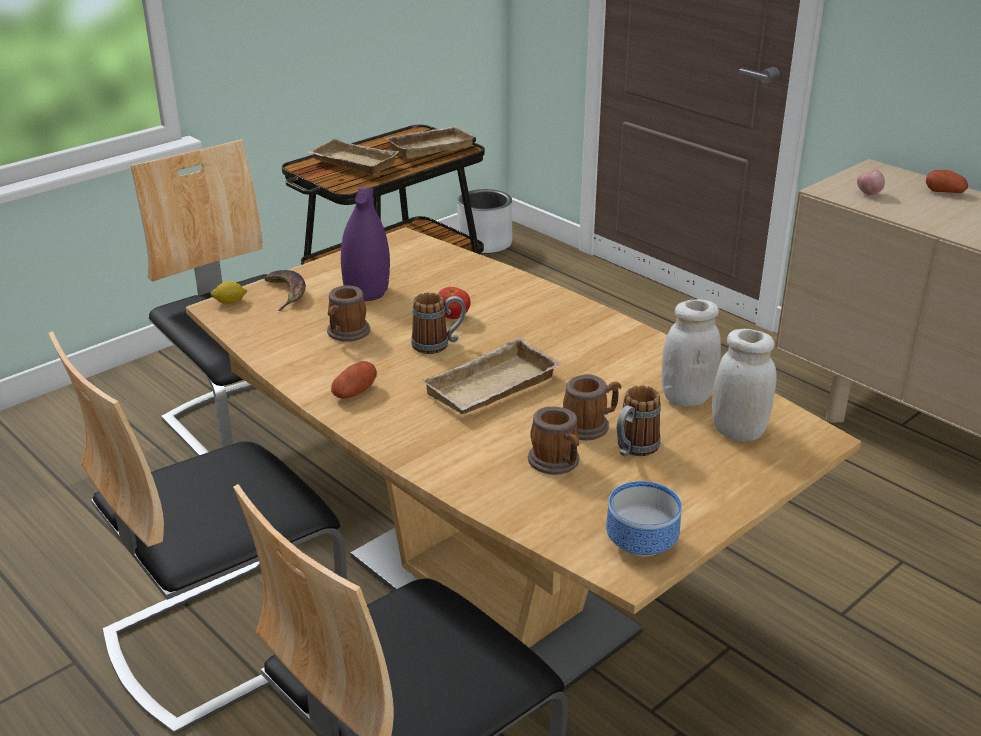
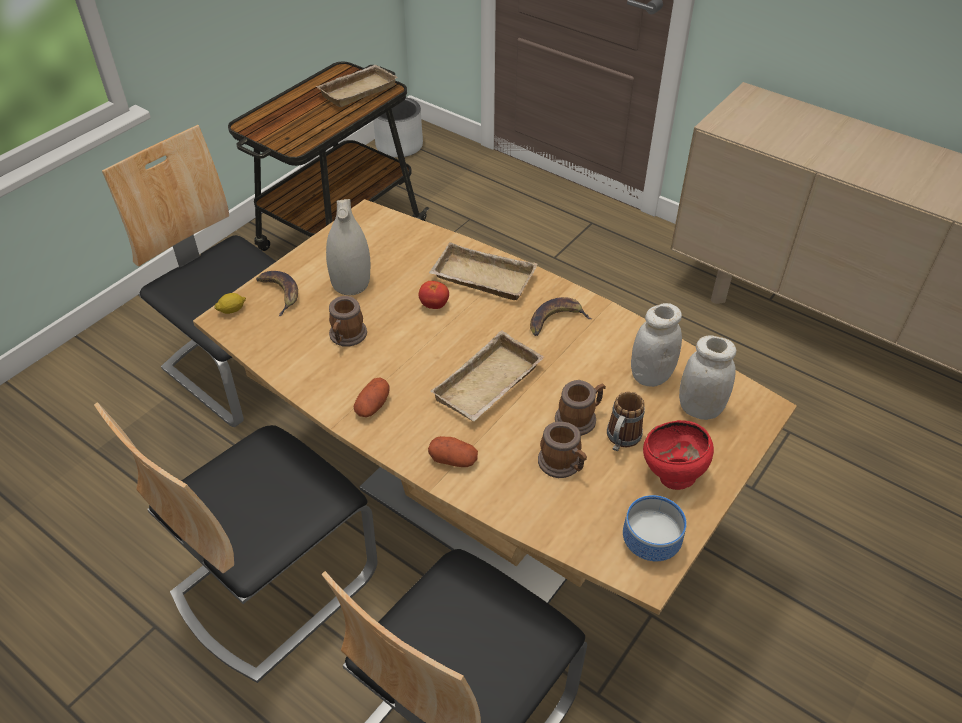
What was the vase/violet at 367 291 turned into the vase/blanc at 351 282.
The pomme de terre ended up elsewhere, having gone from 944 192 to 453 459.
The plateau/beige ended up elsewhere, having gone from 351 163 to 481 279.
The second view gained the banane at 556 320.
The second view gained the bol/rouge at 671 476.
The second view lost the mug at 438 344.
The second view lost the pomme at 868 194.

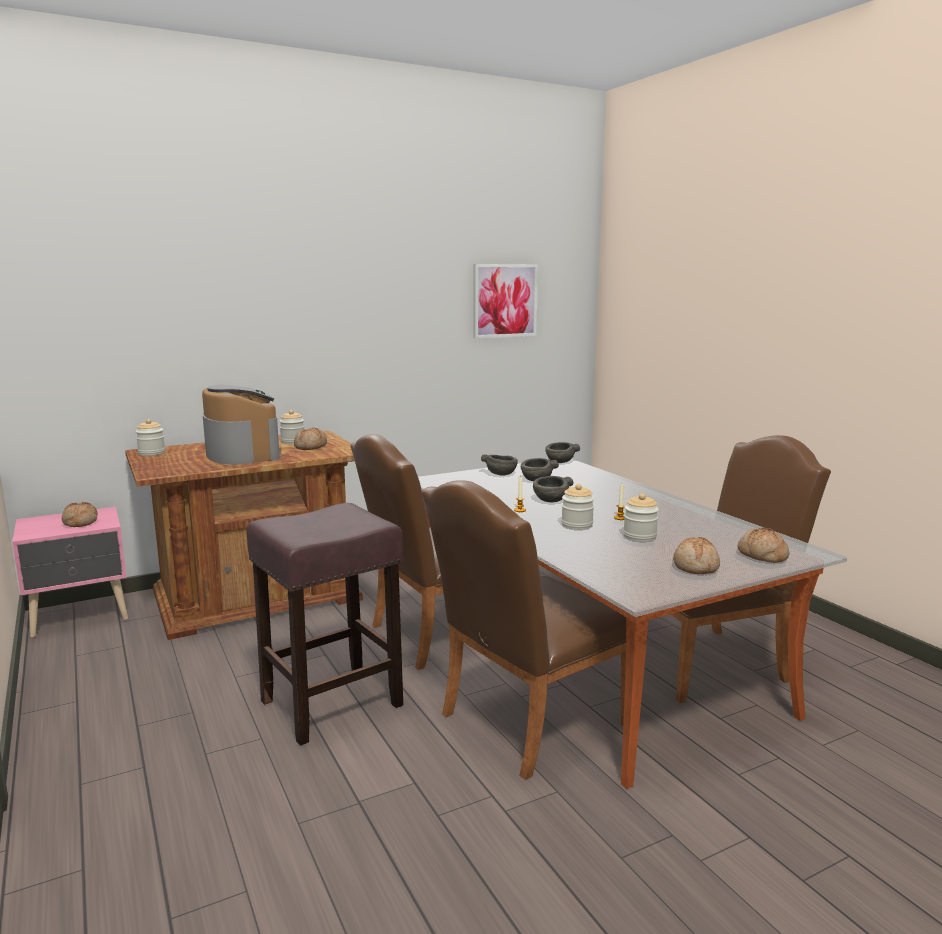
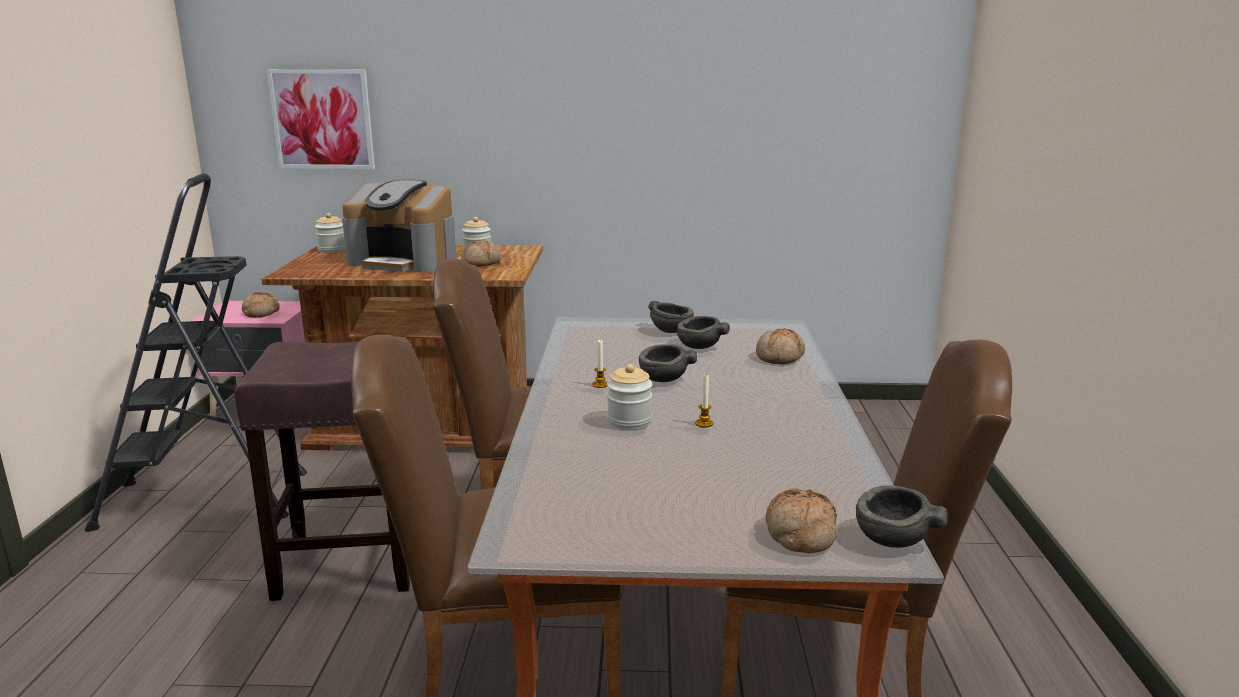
The second view gained the escabeau at 206 499.
The tableau ended up elsewhere, having gone from 505 301 to 322 119.
The machine à café at 242 453 ended up facing another way, 105 degrees clockwise from before.
The pain ended up elsewhere, having gone from 696 566 to 780 357.
The bol/gris ended up elsewhere, having gone from 560 462 to 891 539.
The second view lost the bocal at 639 536.

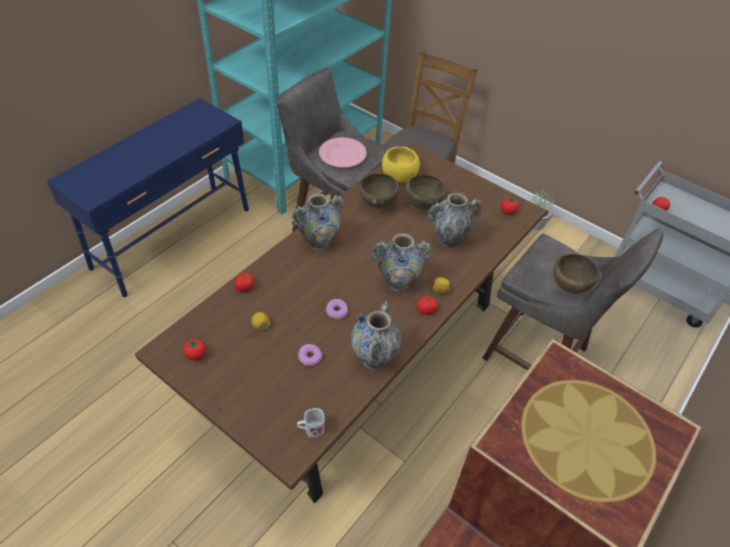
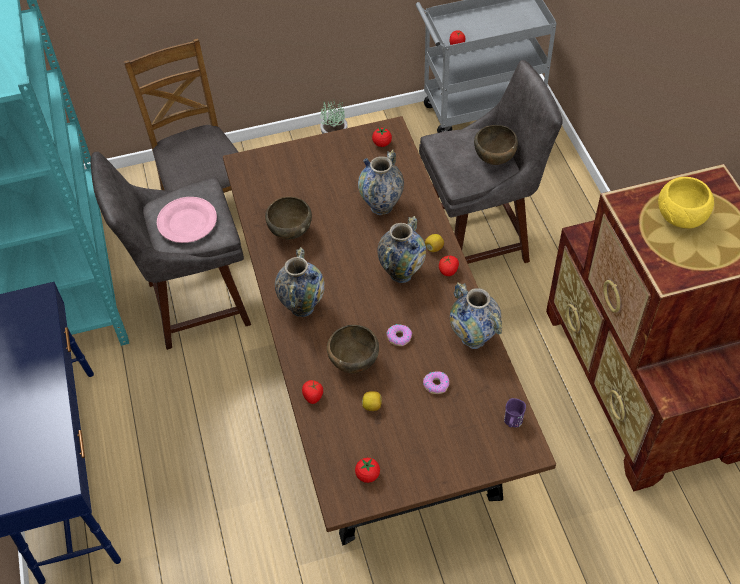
The bol/marron ended up elsewhere, having gone from 422 206 to 353 363.
What was the mug/blanc at 311 429 turned into the mug/violet at 512 422.
The bol/jaune ended up elsewhere, having gone from 399 176 to 681 216.

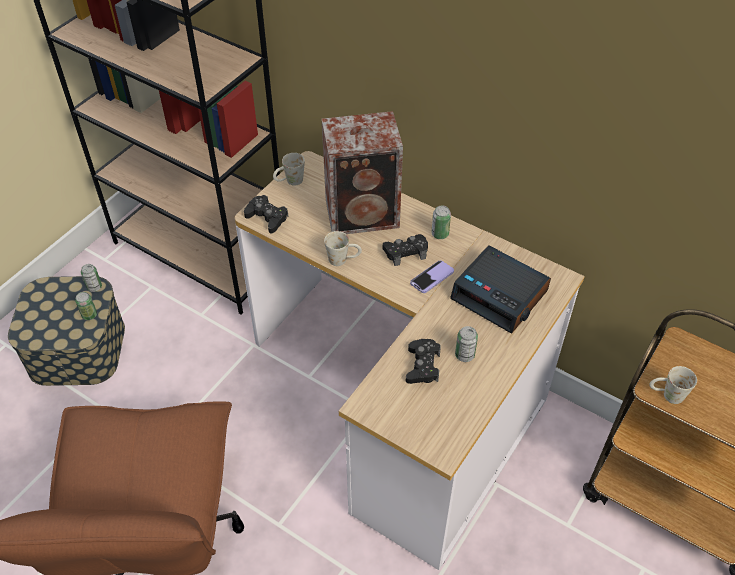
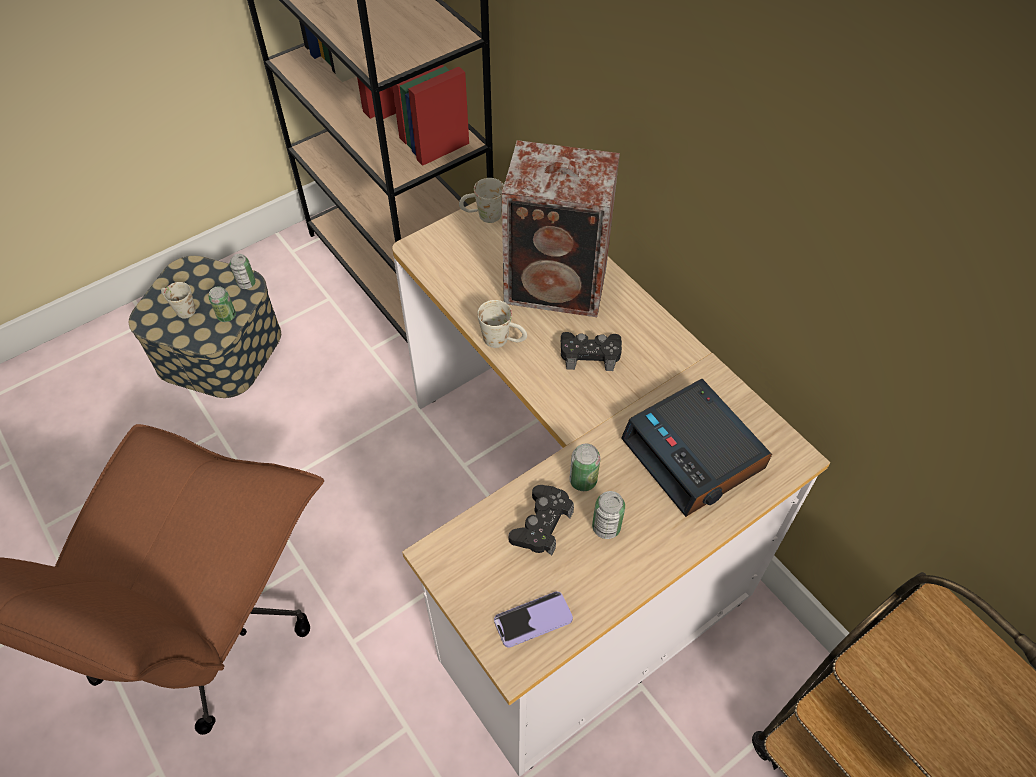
The mug/blanc ended up elsewhere, having gone from 666 395 to 181 309.
The téléphone ended up elsewhere, having gone from 432 278 to 533 620.
The boîte métallique ended up elsewhere, having gone from 440 234 to 583 480.
The second view lost the manette/noir at 267 217.

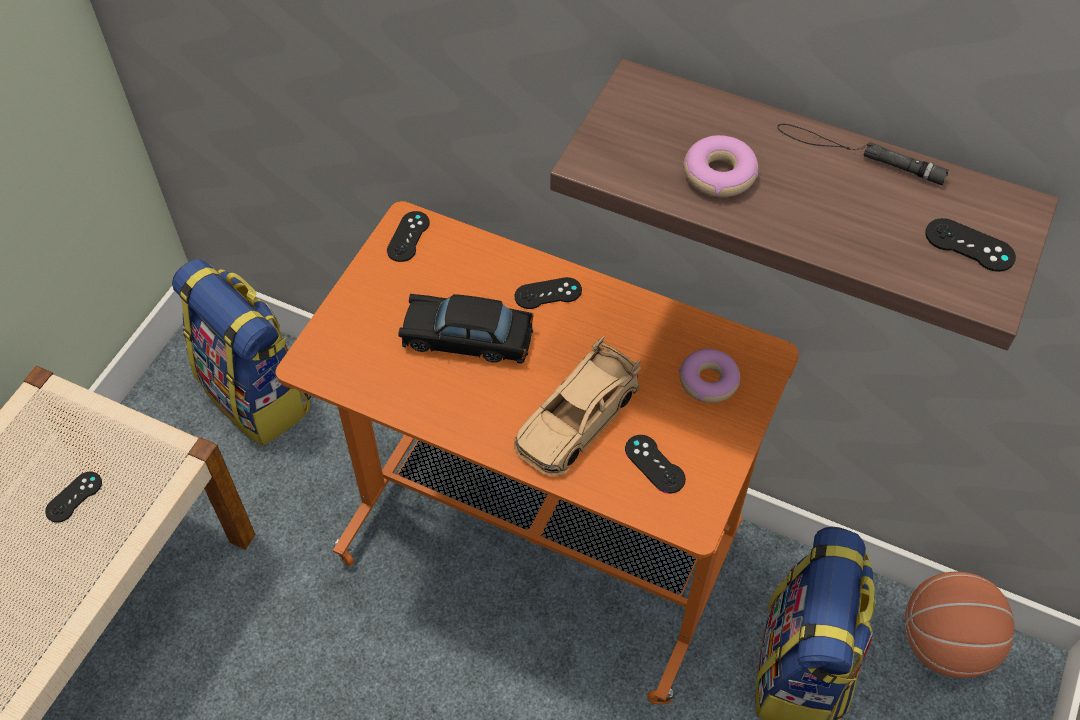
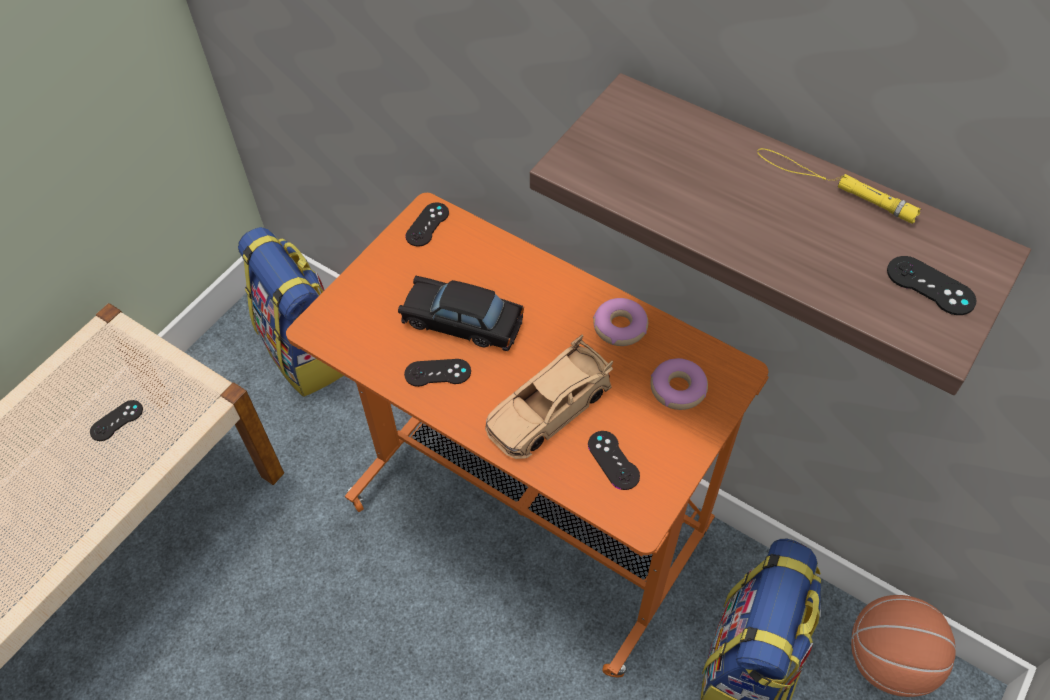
The manette/noir ended up elsewhere, having gone from 548 293 to 437 373.
The beignet ended up elsewhere, having gone from 719 174 to 619 327.
What was the lampe de poche/noir at 859 154 turned into the lampe de poche/jaune at 833 185.

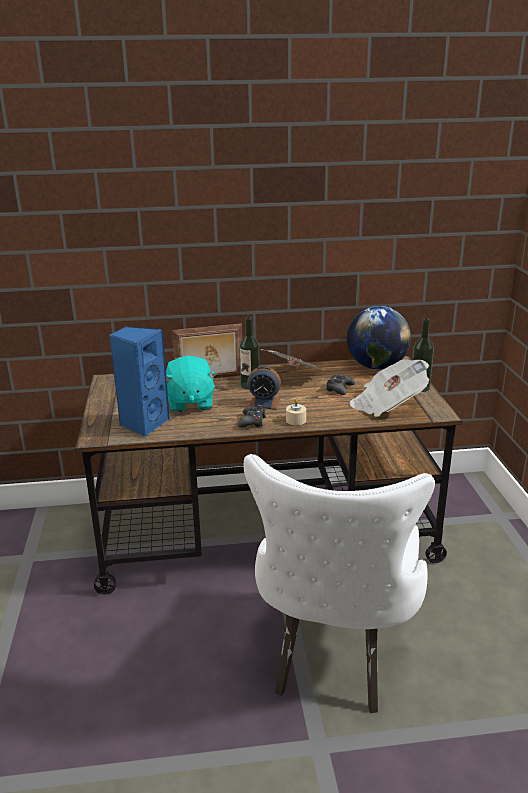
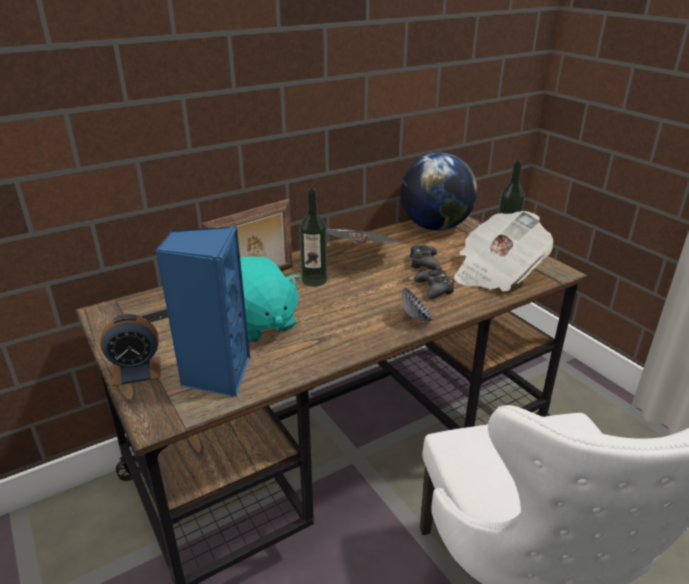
The réveil ended up elsewhere, having gone from 264 403 to 136 371.
Where the bougie/beige stood at 296 420, the bol came to stand at 416 318.
The manette/noir ended up elsewhere, having gone from 252 422 to 434 289.

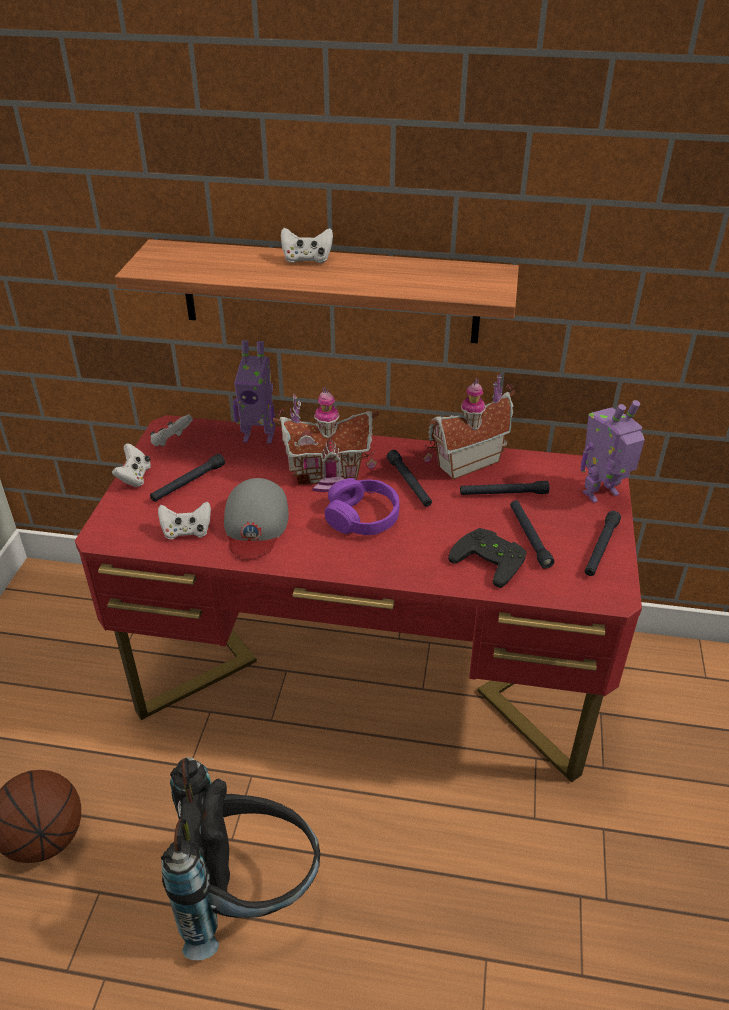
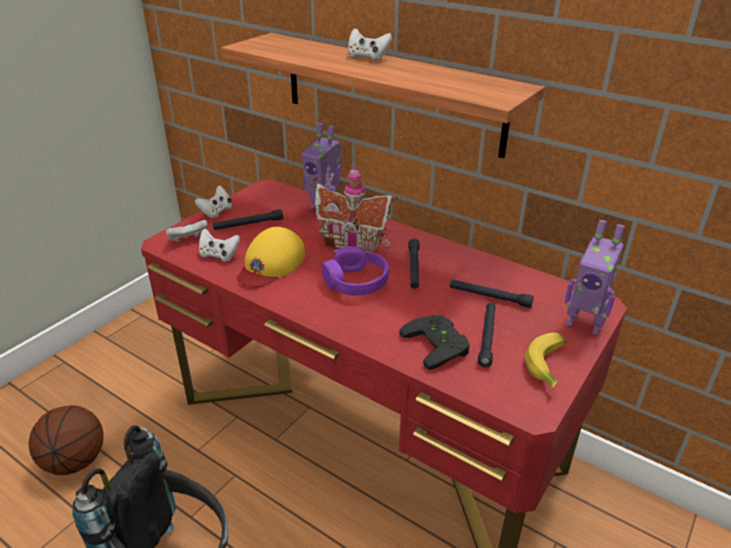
The manette/blanc ended up elsewhere, having gone from 171 441 to 187 240.
What was the casquette/gris at 255 524 turned into the casquette/jaune at 271 264.
Where the lampe de poche/noir stood at 601 548, the banane came to stand at 549 367.
The robot jouet at 602 494 ended up facing another way, 150 degrees counterclockwise from before.
The second view lost the maison miniature at 464 461.

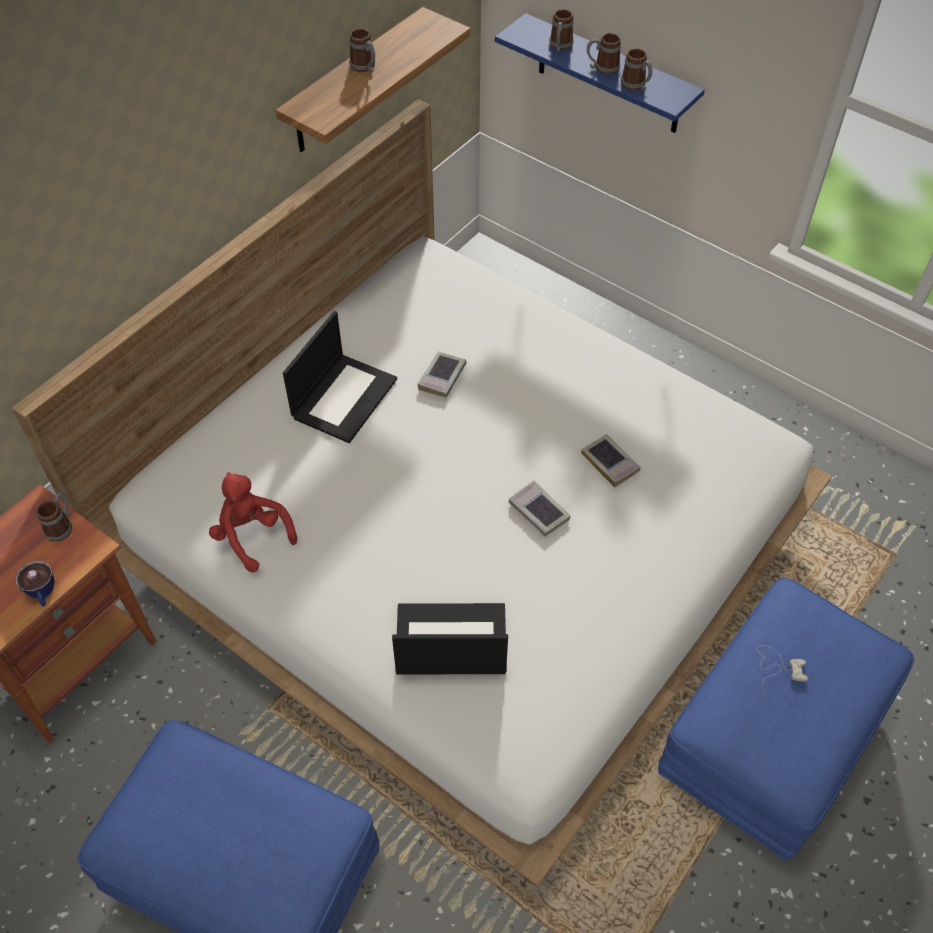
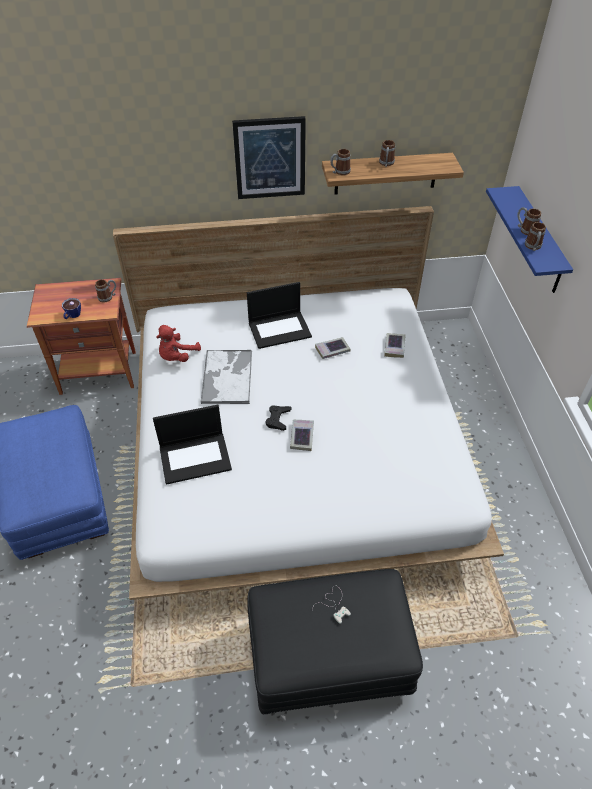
The ordinateur portable at 449 641 ended up facing another way, 120 degrees clockwise from before.
The peluche/rouge at 252 536 ended up facing another way, 150 degrees counterclockwise from before.
The second view gained the plateau at 227 376.
The second view gained the tableau at 270 158.
What was the pouf/bleu at 768 739 turned into the pouf/noir at 329 656.
The second view gained the manette/noir at 278 419.
The mug ended up elsewhere, having gone from 560 46 to 339 172.
The livre ended up elsewhere, having gone from 610 463 to 394 347.

